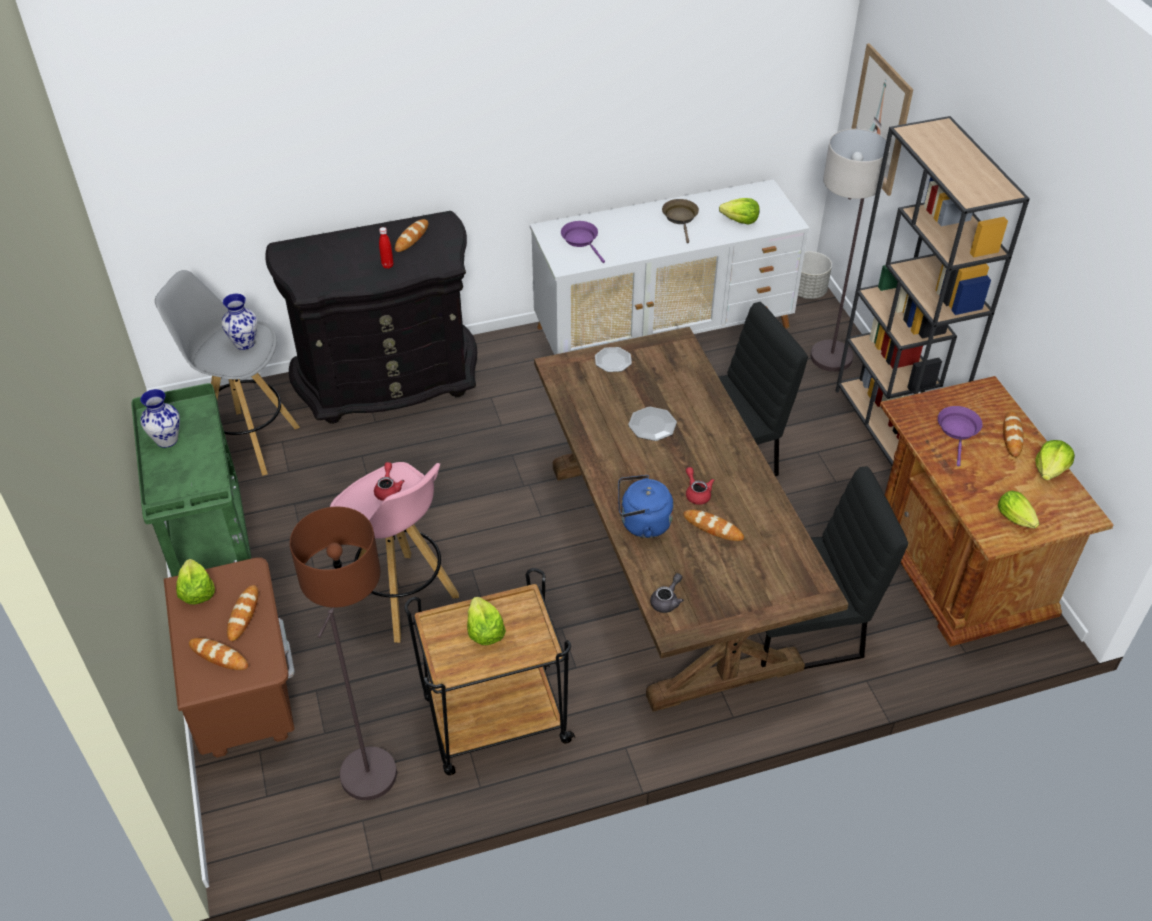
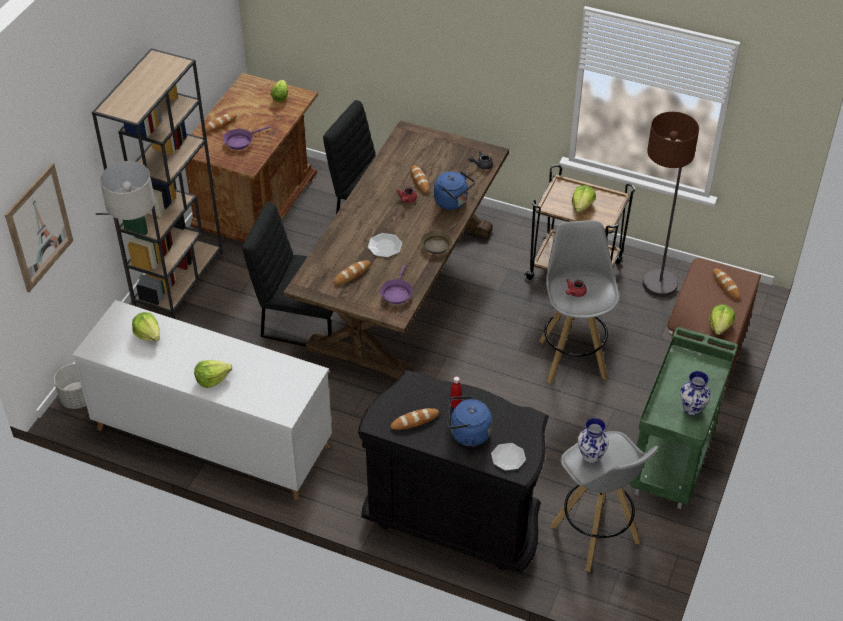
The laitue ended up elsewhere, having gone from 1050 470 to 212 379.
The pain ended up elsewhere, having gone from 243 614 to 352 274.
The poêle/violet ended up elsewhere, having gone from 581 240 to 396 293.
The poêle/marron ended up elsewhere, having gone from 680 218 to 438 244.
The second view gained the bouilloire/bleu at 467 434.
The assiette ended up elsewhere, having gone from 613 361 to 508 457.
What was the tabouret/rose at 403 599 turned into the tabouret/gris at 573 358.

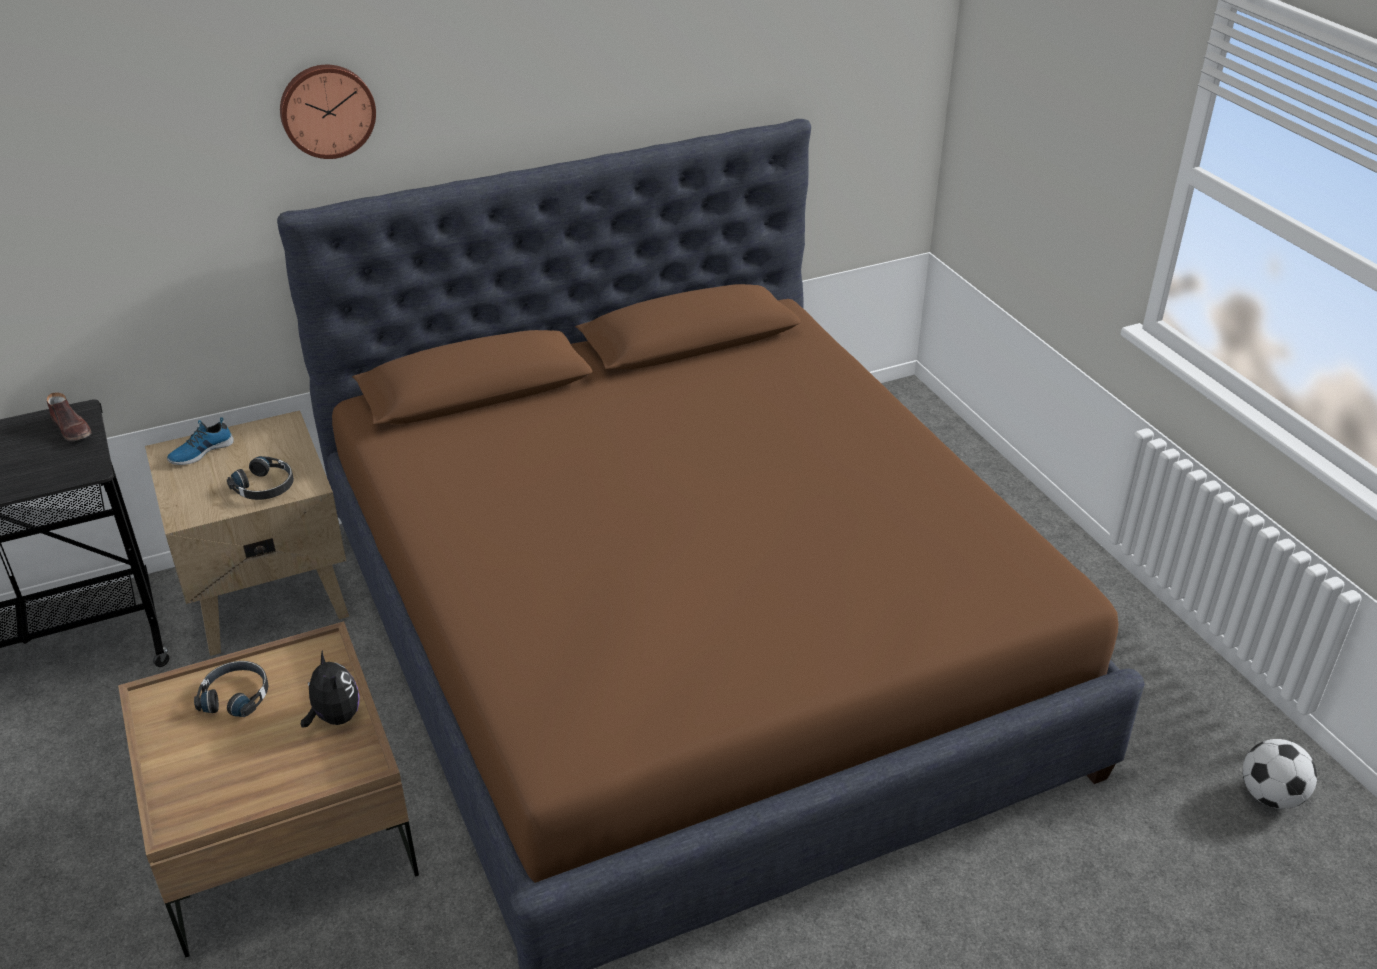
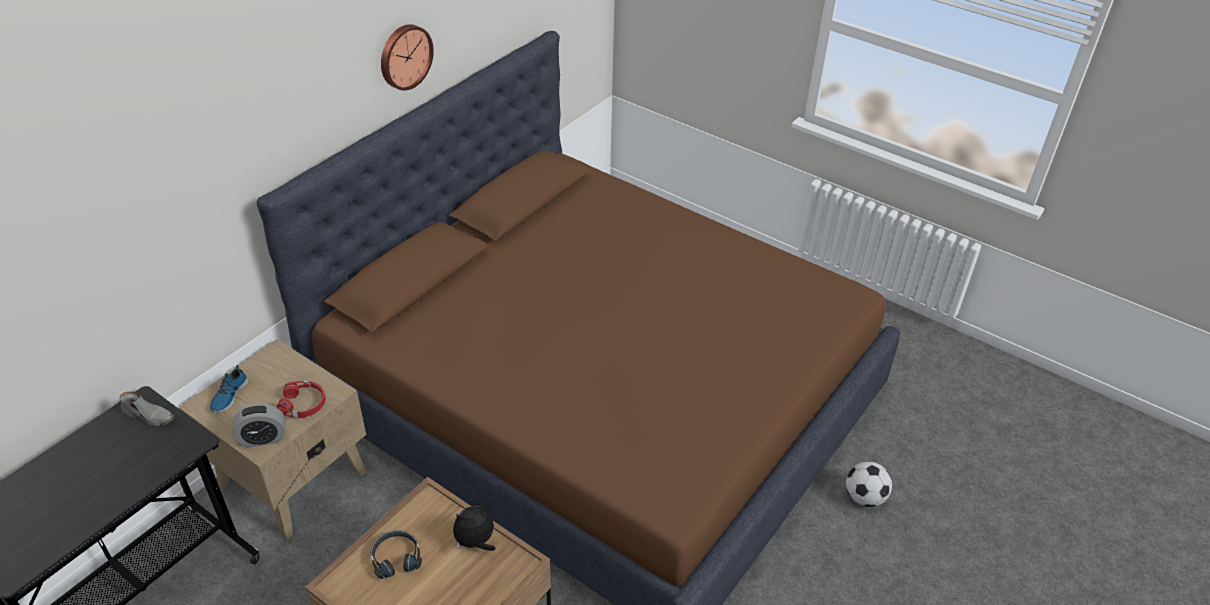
What was the chaussure/marron at 72 429 turned into the chaussure/gris at 149 415.
The second view gained the réveil at 263 439.
What was the casque audio/noir at 265 486 turned into the casque audio/rouge at 303 404.
The horloge murale ended up elsewhere, having gone from 327 110 to 404 56.
The peluche at 334 717 ended up facing another way, 60 degrees counterclockwise from before.
The ballon de foot ended up elsewhere, having gone from 1270 796 to 864 497.

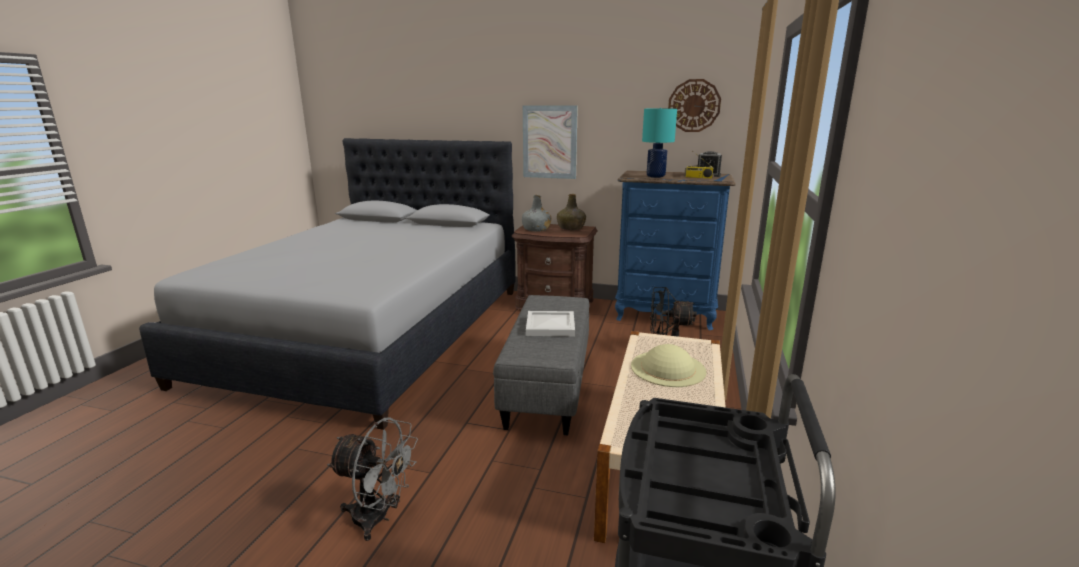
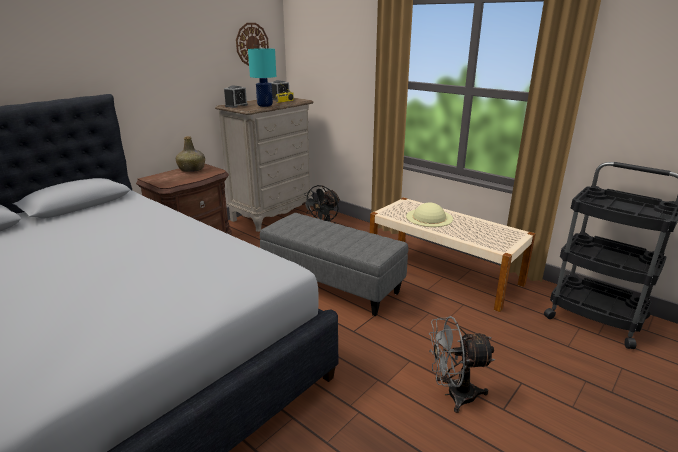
What was the commode/bleu at 665 316 turned into the commode/beige at 273 215.
The second view gained the réveil at 236 105.
The ventilateur/gris at 379 518 ended up facing another way, 135 degrees counterclockwise from before.
The second view lost the bouteille/gris at 536 229.
The second view lost the tableau at 549 142.
The second view lost the plateau/blanc at 549 325.

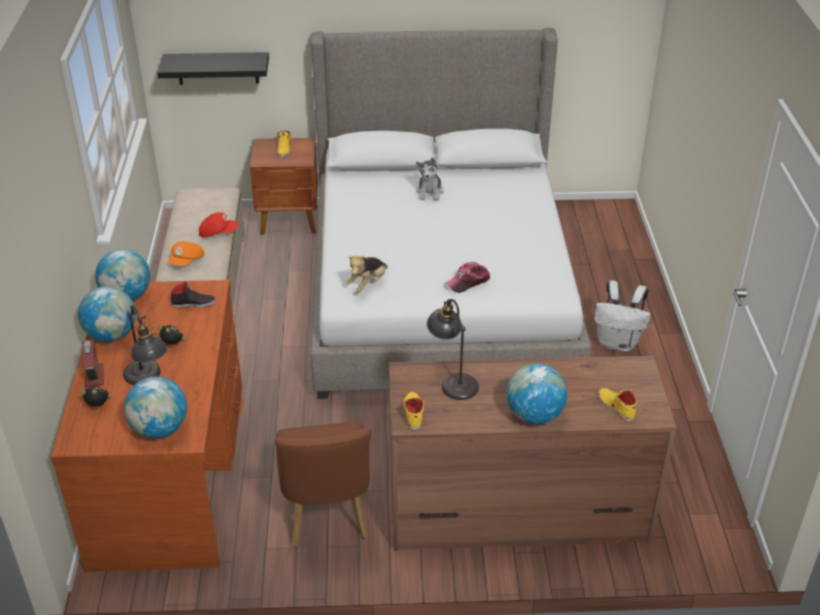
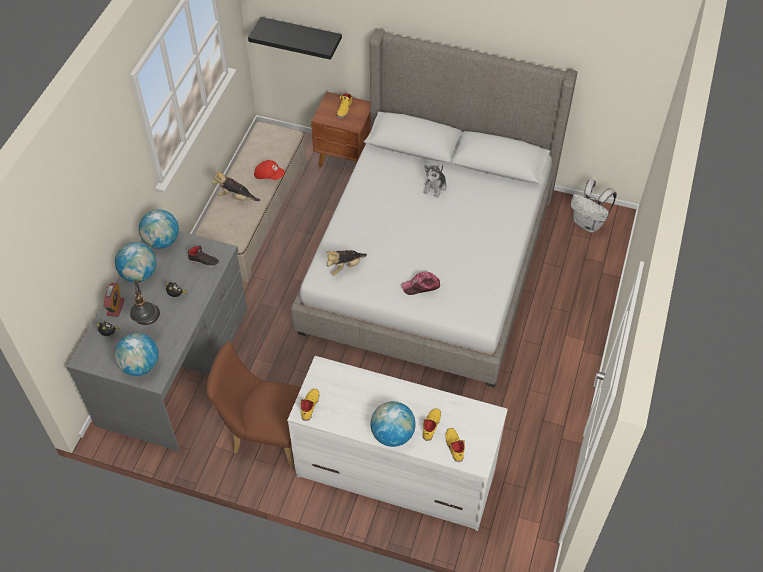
What was the bureau/marron at 171 474 turned into the bureau/gris at 175 366.
The chaise/marron at 326 516 ended up facing another way, 90 degrees clockwise from before.
Where the casquette/orange stood at 187 261, the peluche came to stand at 236 197.
What was the commode/marron at 517 510 turned into the commode/blanc at 396 472.
The second view gained the chaussure/jaune at 431 425.
The sac à dos/blanc ended up elsewhere, having gone from 618 343 to 588 223.
The second view lost the lampe de table/gris at 451 377.

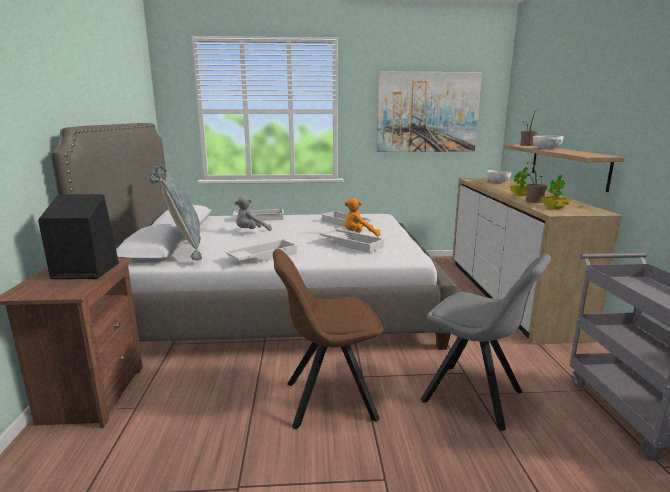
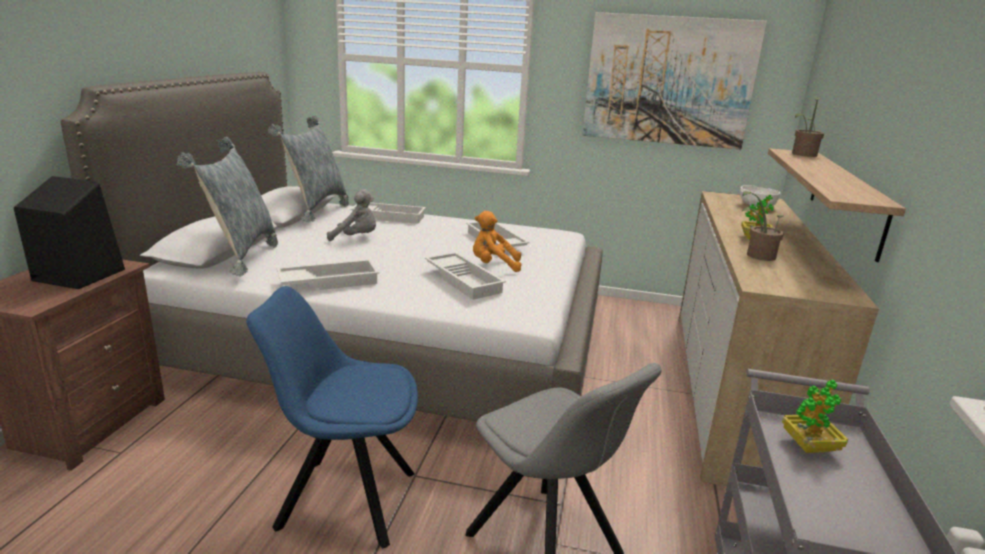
What was the chaise/marron at 329 400 turned into the chaise/bleu at 346 500.
The second view gained the coussin at 314 214.
The peluche/gris at 251 232 ended up facing another way, 150 degrees counterclockwise from before.
The plante en pot ended up elsewhere, having gone from 554 207 to 809 446.
The second view lost the bol/blanc at 546 148.

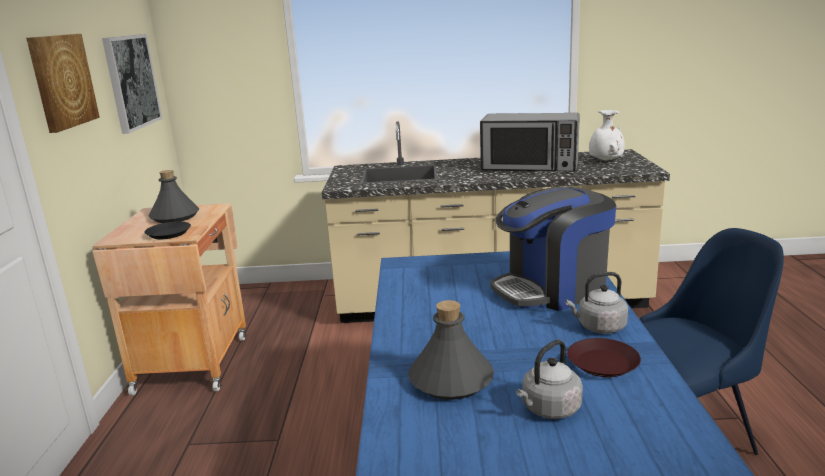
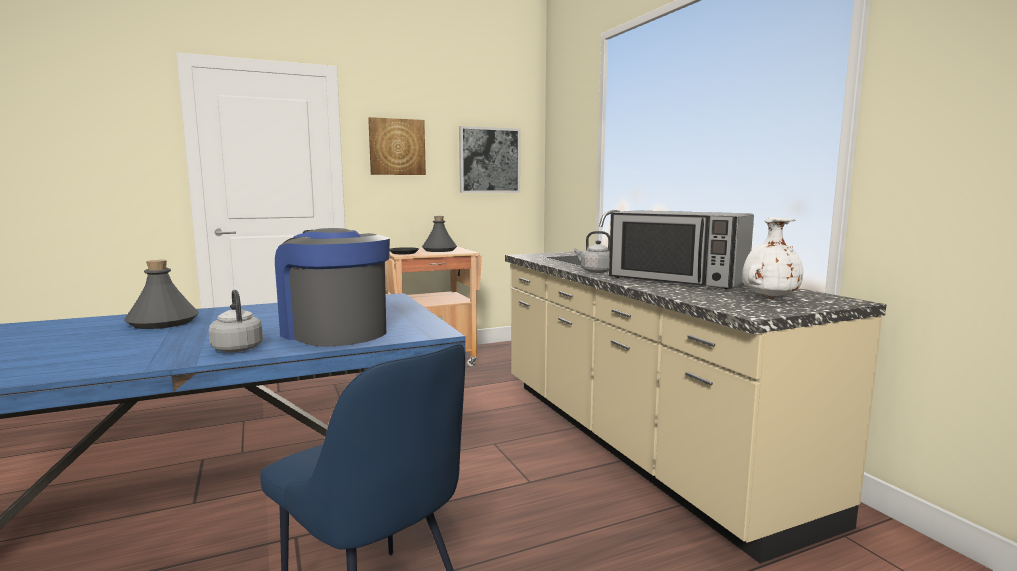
The bouilloire/gris ended up elsewhere, having gone from 549 409 to 595 271.
The micro-ondes at 530 167 ended up facing another way, 45 degrees counterclockwise from before.
The second view lost the assiette/marron at 603 364.

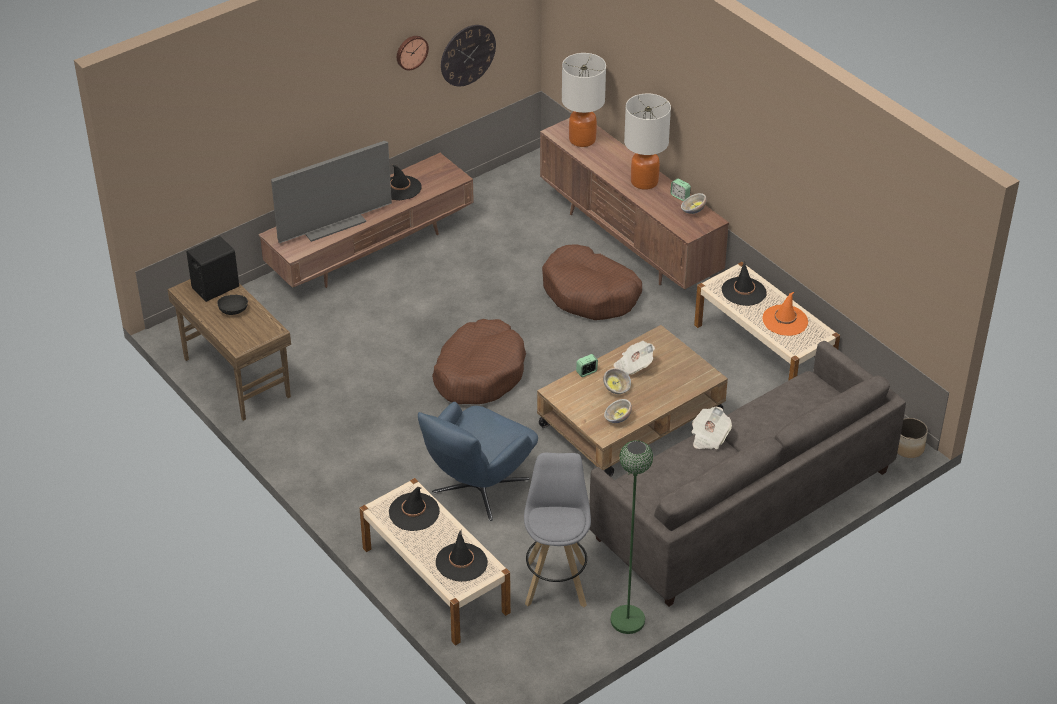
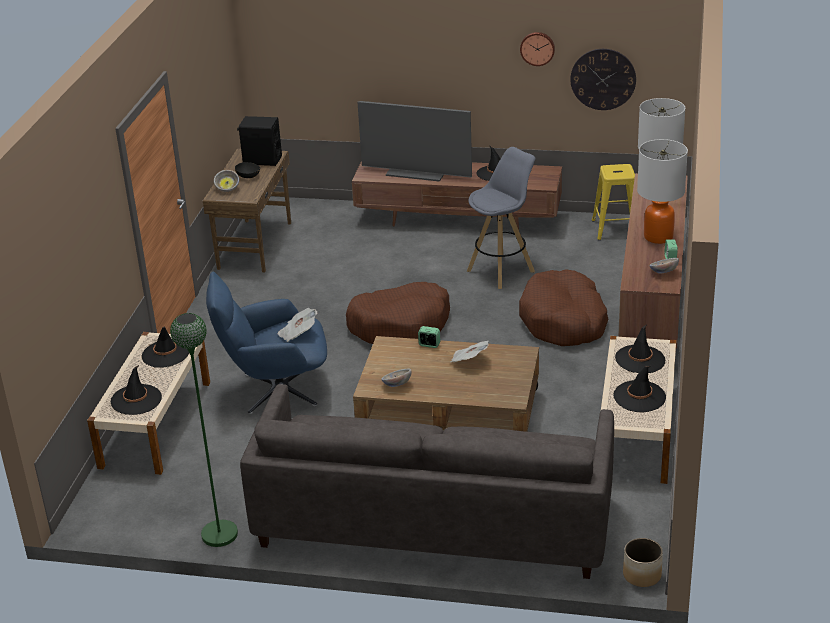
The bol ended up elsewhere, having gone from 617 389 to 227 189.
The journal ended up elsewhere, having gone from 709 437 to 298 334.
The tabouret/gris ended up elsewhere, having gone from 556 582 to 502 270.
The second view gained the tabouret/jaune at 615 229.
What was the chapeau/orange at 785 320 turned into the chapeau/noir at 639 397.

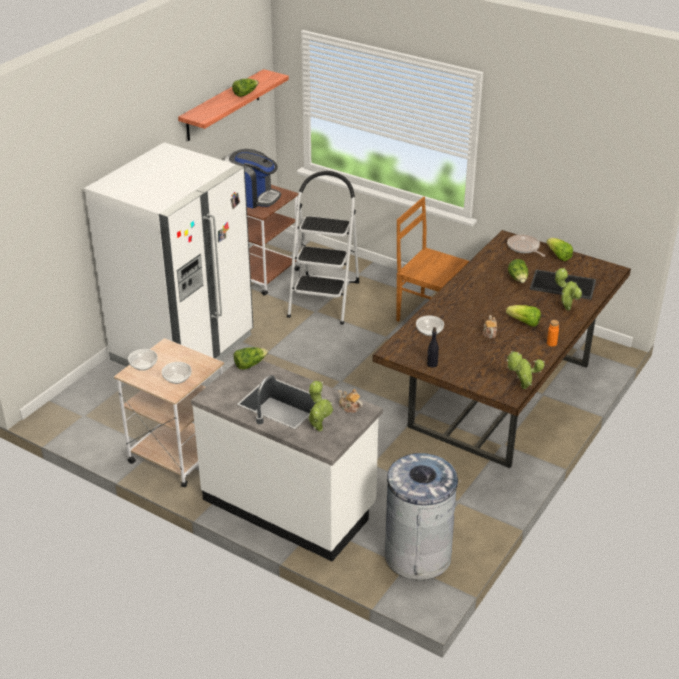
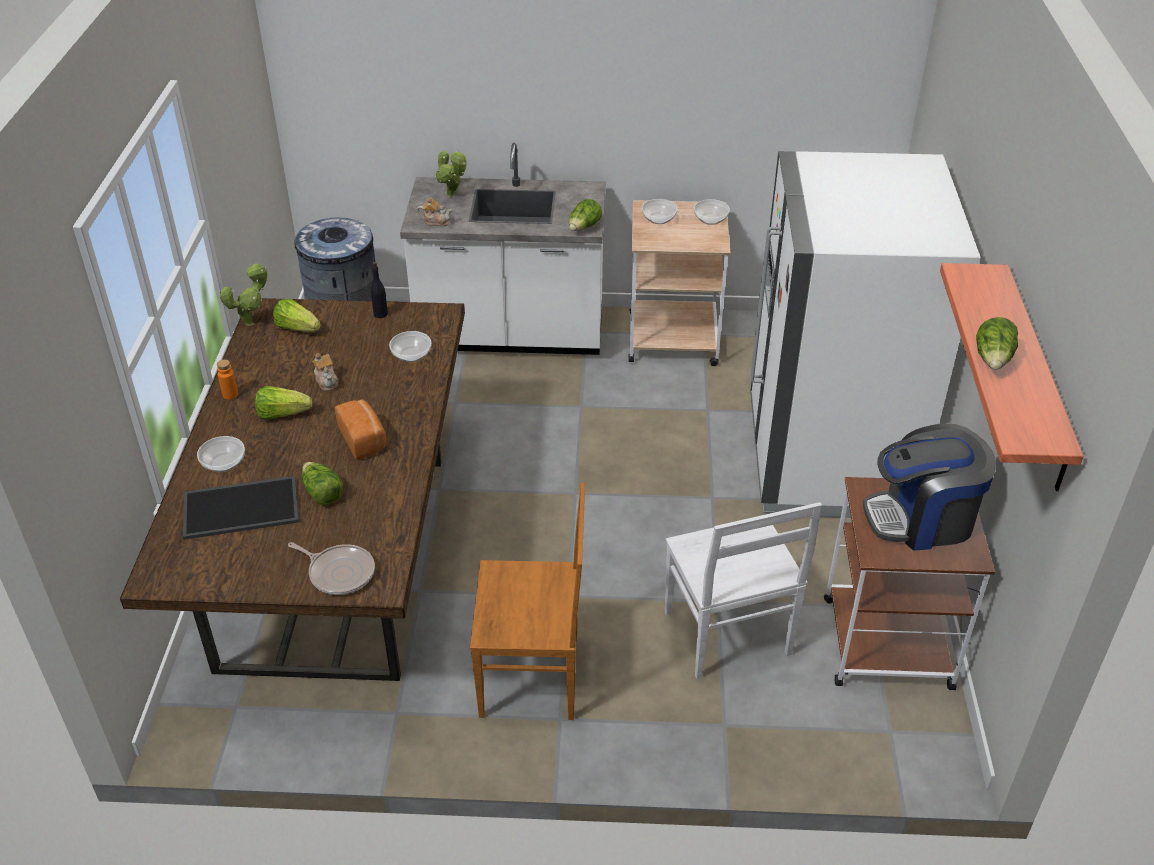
Where the plante en pot stood at 566 308, the bol came to stand at 224 463.
The laitue ended up elsewhere, having gone from 558 256 to 297 328.
The second view gained the pain at 364 439.
Where the escabeau stood at 325 298, the chaise/blanc came to stand at 728 636.

